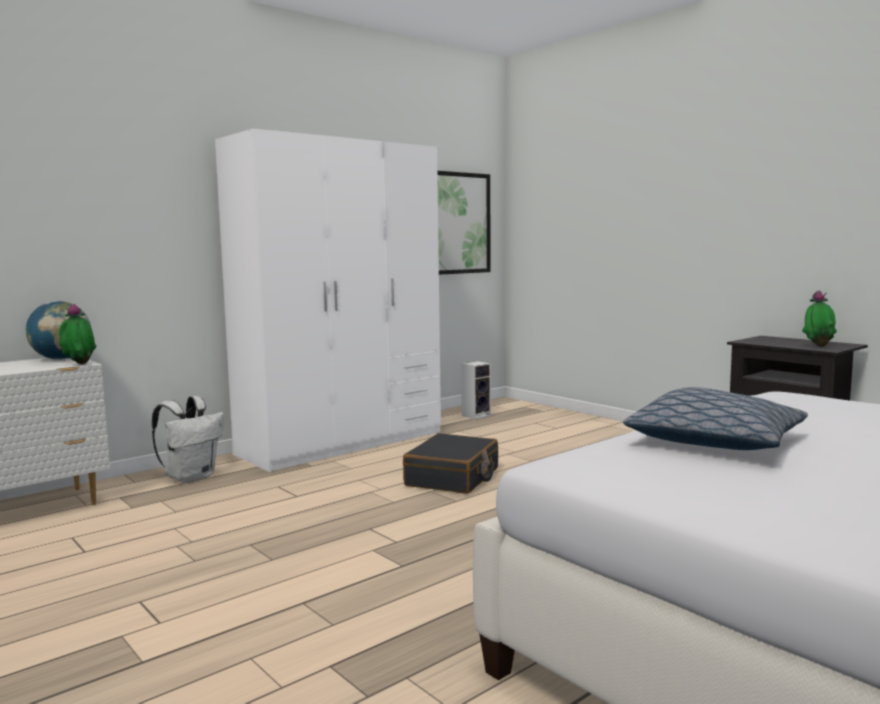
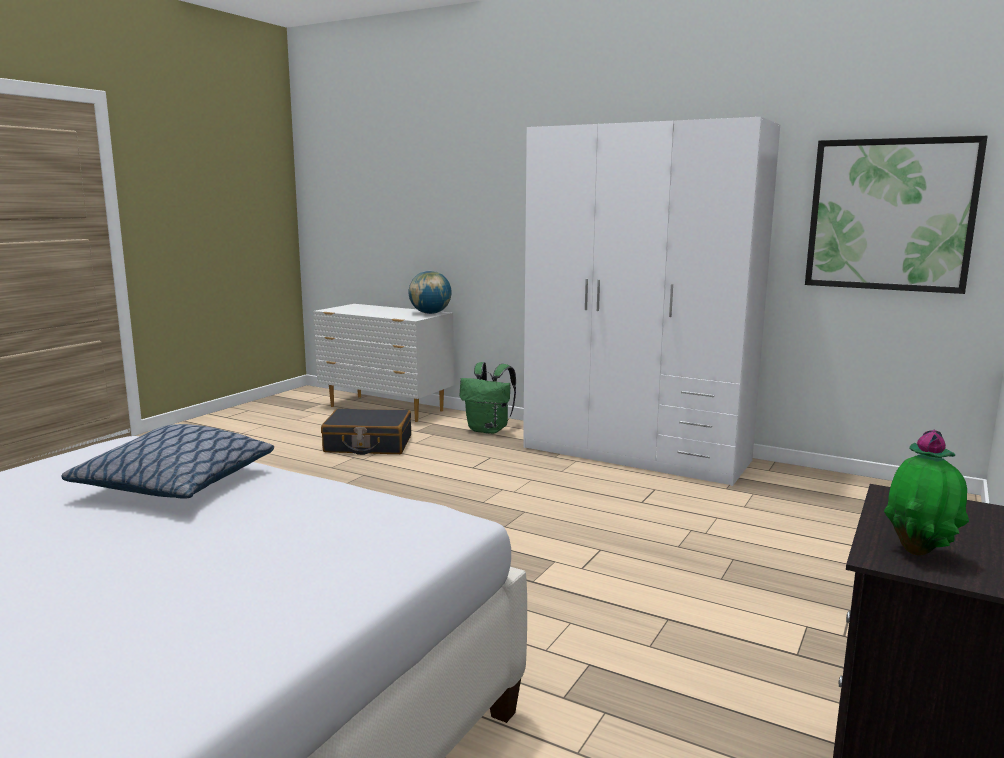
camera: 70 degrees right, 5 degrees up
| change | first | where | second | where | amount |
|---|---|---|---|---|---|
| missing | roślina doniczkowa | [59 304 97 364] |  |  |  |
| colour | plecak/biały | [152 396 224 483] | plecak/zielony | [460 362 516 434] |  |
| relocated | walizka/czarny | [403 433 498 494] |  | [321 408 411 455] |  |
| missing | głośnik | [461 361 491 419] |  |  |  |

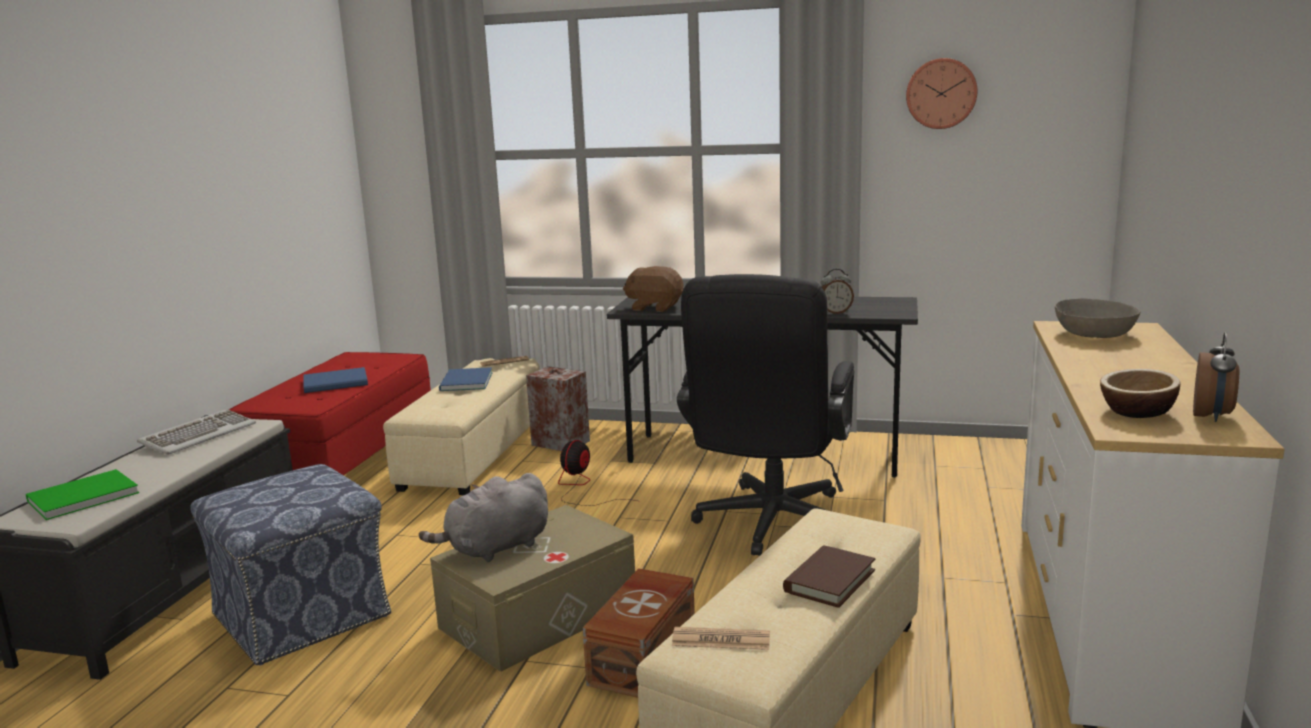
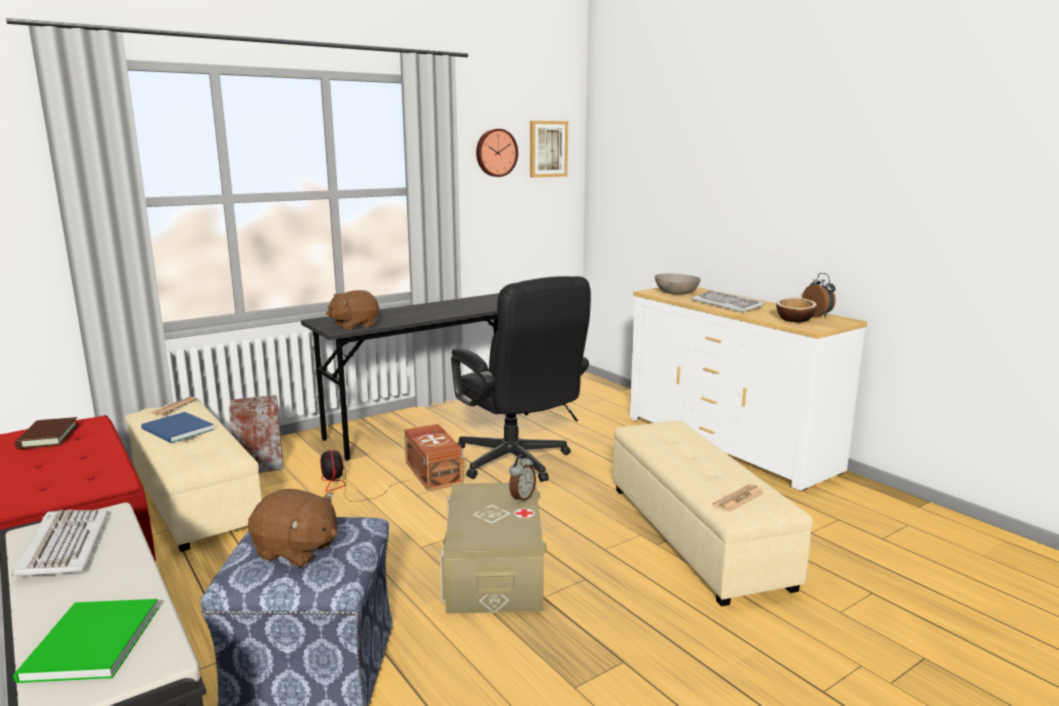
camera: 50 degrees left, 0 degrees up
| change | first | where | second | where | amount |
|---|---|---|---|---|---|
| missing | książka/niebieski | [303 367 368 393] |  |  |  |
| missing | pluszak/szary | [419 473 548 562] |  |  |  |
| relocated | pojemnik do przechowywania/brązowy | [583 568 695 698] |  | [404 424 464 491] |  |
| relocated | książka/brązowy | [783 545 875 608] |  | [15 417 78 449] |  |
| relocated | budzik | [821 269 854 314] |  | [509 454 536 503] |  |
| appeared |  |  | pluszak/brązowy | [248 489 338 567] |  |
| appeared |  |  | obraz | [530 121 568 178] |  |
| appeared |  |  | klawiatura | [691 290 765 312] |  |

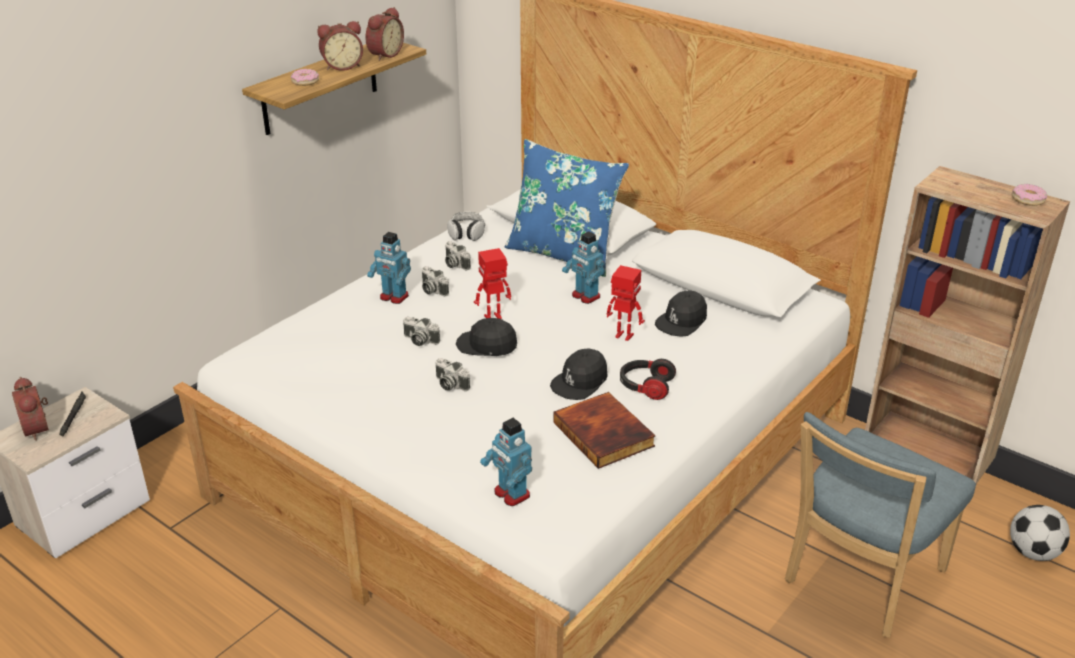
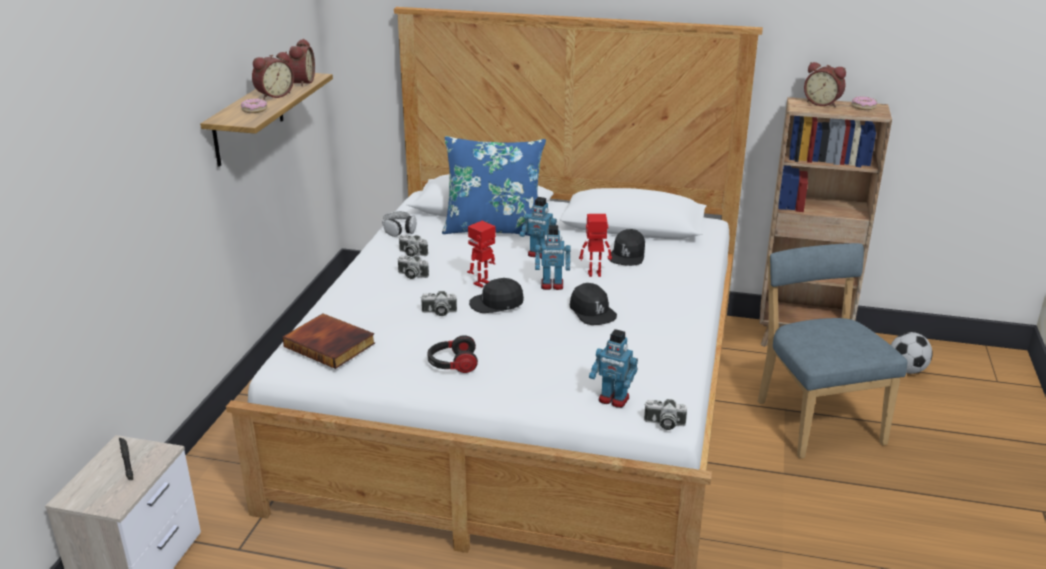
camera: 25 degrees left, 5 degrees down
| change | first | where | second | where | amount |
|---|---|---|---|---|---|
| relocated | budzik | [12 377 49 441] |  | [804 62 846 107] |  |
| relocated | robot zabawkowy | [367 232 411 304] |  | [535 225 571 290] |  |
| relocated | aparat fotograficzny | [436 358 470 391] |  | [644 399 687 430] |  |
| spun | czapka z daszkiem/czarny | [550 348 608 400] |  | [569 283 617 325] | 45 degrees counterclockwise |
| relocated | książka | [553 392 656 469] |  | [282 313 375 369] |  |
| relocated | słuchawki | [620 359 676 400] |  | [427 335 478 373] |  |
| spun | krzesło/niebieski | [785 412 976 638] |  | [757 243 908 458] | 150 degrees clockwise |

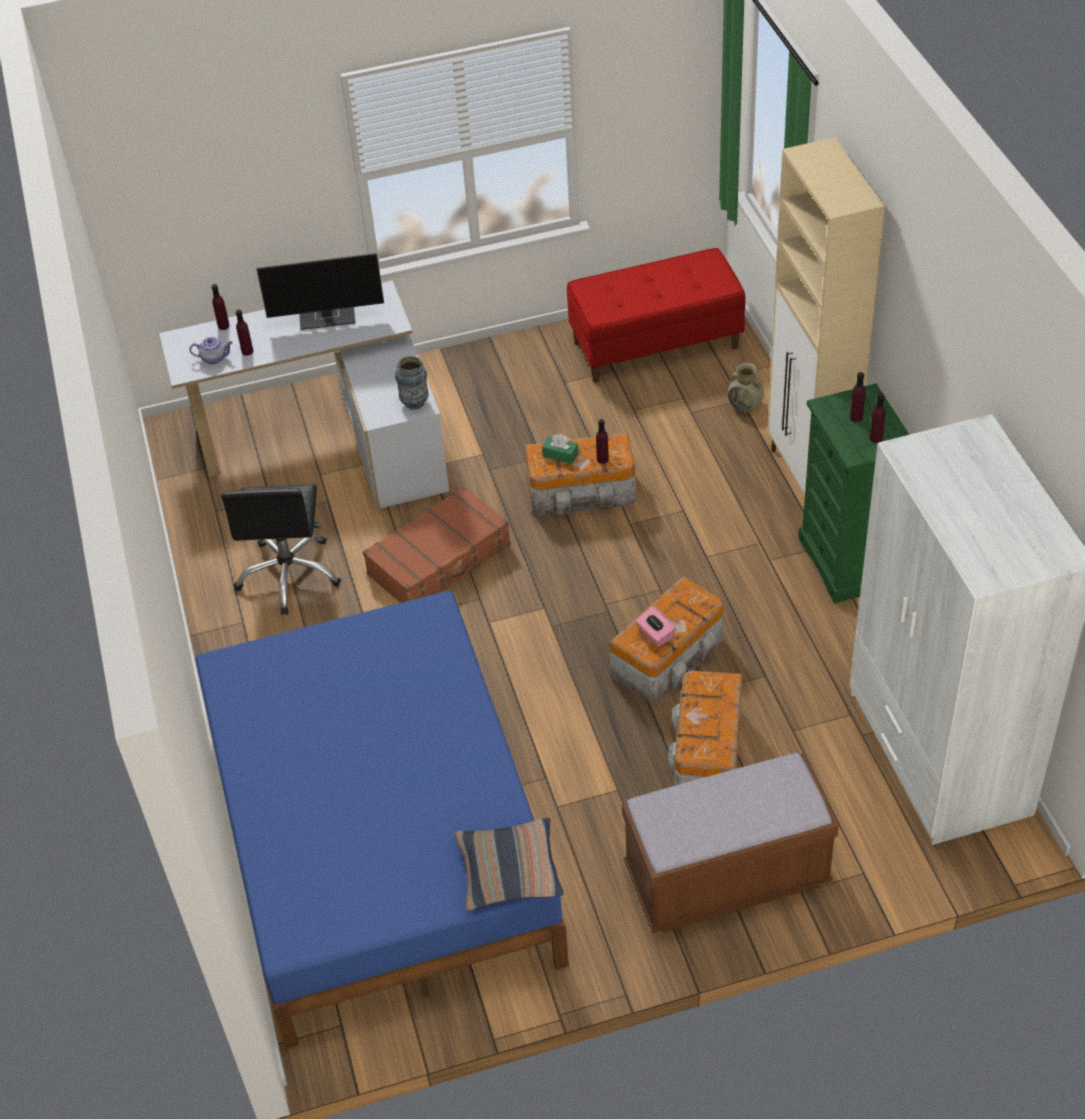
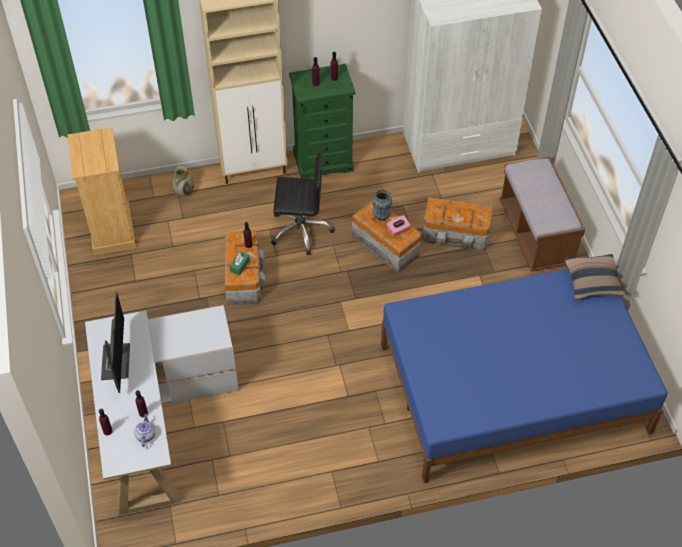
camera: 90 degrees left, 5 degrees up
| change | first | where | second | where | amount |
|---|---|---|---|---|---|
| relocated | krzesło biurowe/czarny | [221 484 341 615] |  | [271 152 334 255] |  |
| missing | walizka/brązowy | [363 486 511 603] |  |  |  |
| relocated | wazon | [395 356 429 409] |  | [372 189 392 221] |  |
| exchanged | ławka/czerwony | [567 248 746 383] | komoda/beżowy | [67 127 136 255] |  |

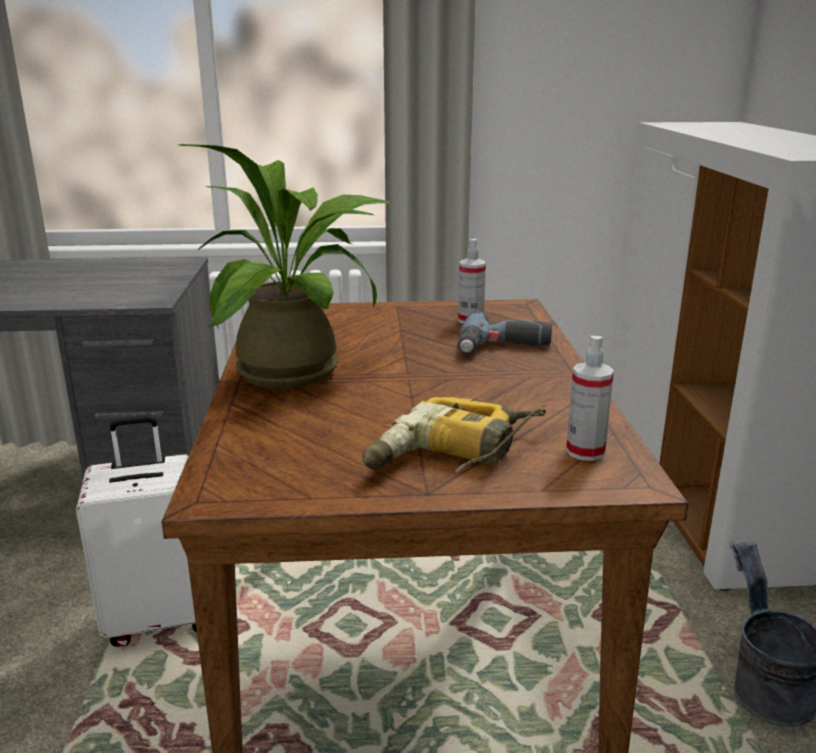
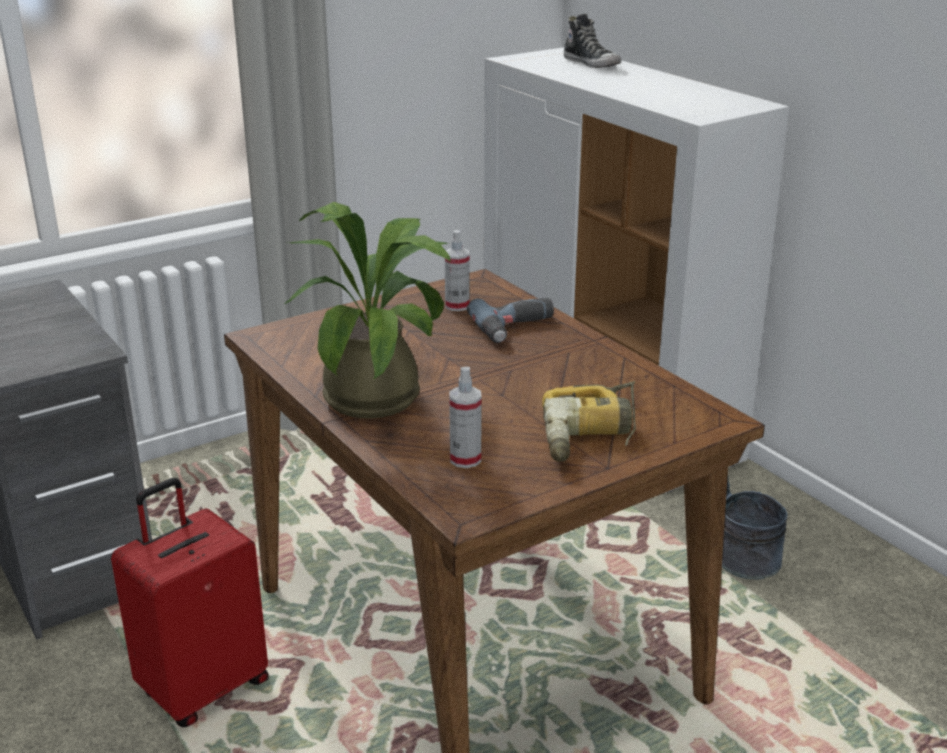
camera: 30 degrees left, 5 degrees up
| change | first | where | second | where | amount |
|---|---|---|---|---|---|
| colour | walizka/biały | [76 415 197 647] | walizka/czerwony | [111 478 269 727] |  |
| relocated | spryskiwacz | [566 336 614 461] |  | [449 367 482 468] |  |
| appeared |  |  | but | [564 14 621 68] |  |

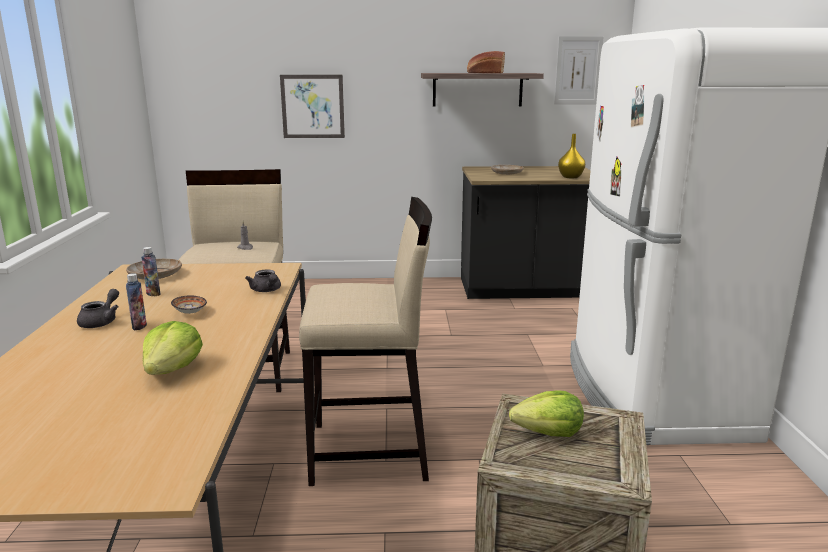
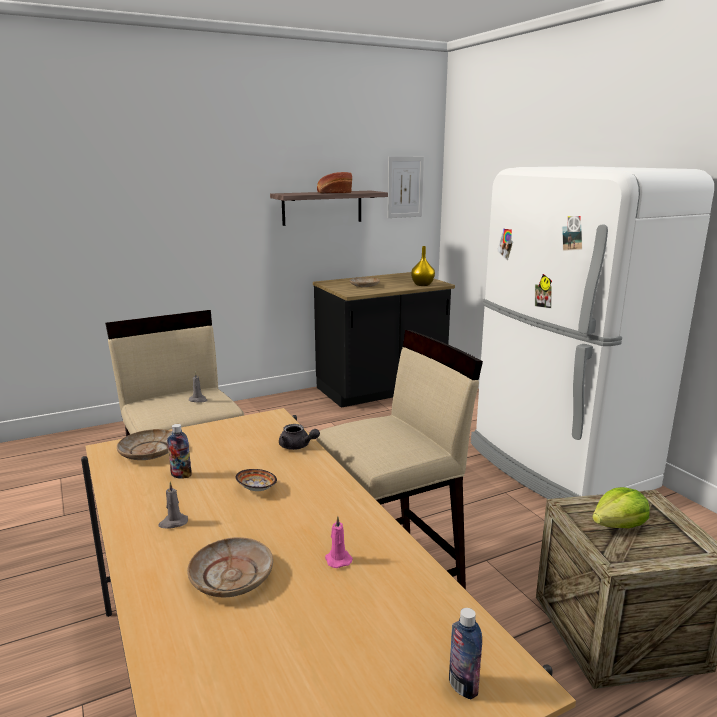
camera: 25 degrees left, 0 degrees up
| change | first | where | second | where | amount |
|---|---|---|---|---|---|
| exchanged | imbryk/szary | [77 289 119 328] | świeca/szary | [158 482 188 529] |  |
| relocated | butelka | [126 273 147 330] |  | [449 608 482 699] |  |
| exchanged | sałata | [143 321 203 375] | świeca/różowy | [325 516 353 568] |  |
| missing | obraz | [280 75 345 138] |  |  |  |
| appeared |  |  | talerz/beżowy | [187 537 273 597] |  |

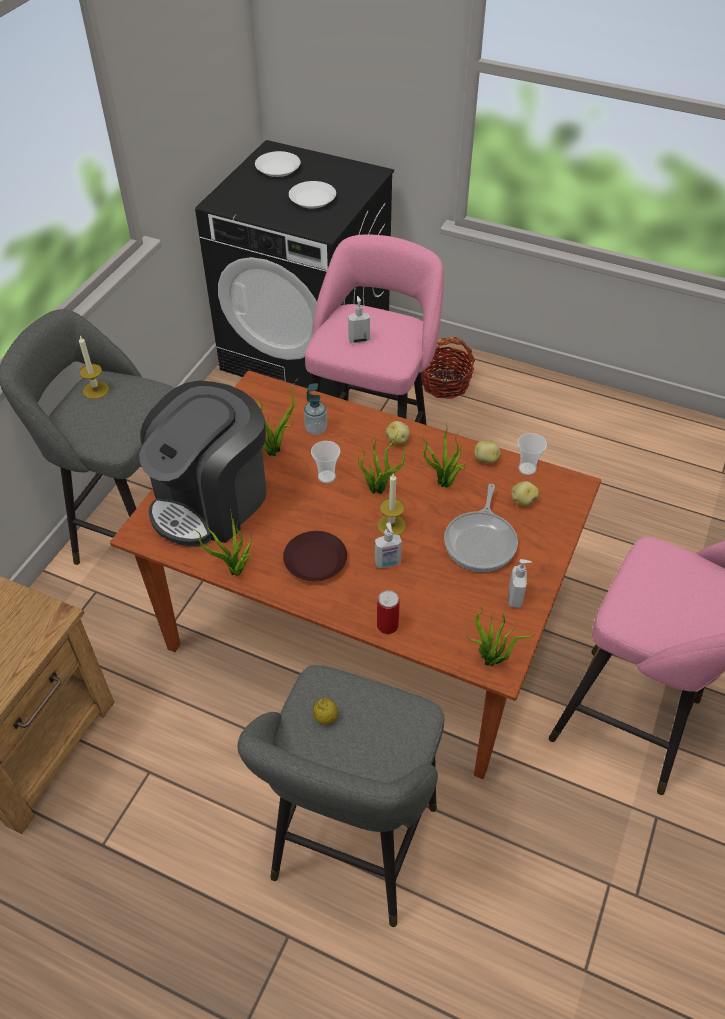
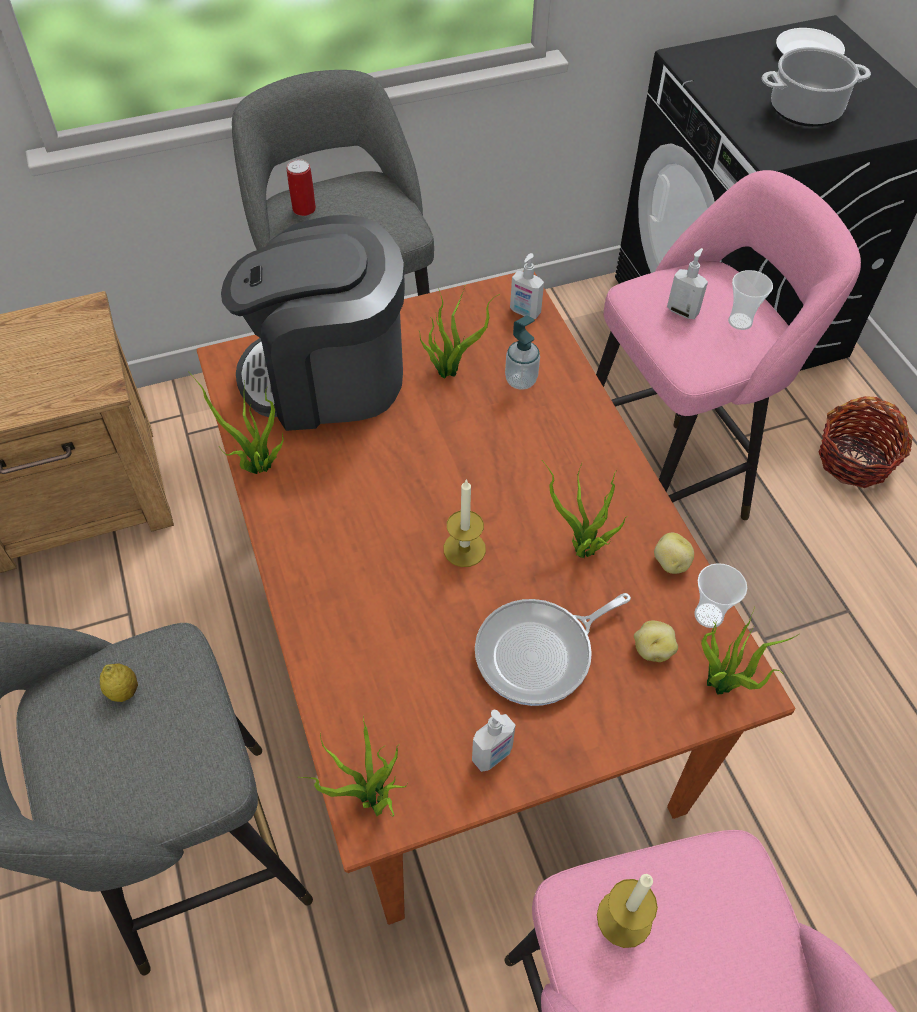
camera: 45 degrees right, 5 degrees up
| change | first | where | second | where | amount |
|---|---|---|---|---|---|
| relocated | świeca | [79 336 109 399] |  | [597 874 658 948] |  |
| missing | talerz/brązowy | [283 531 347 581] |  |  |  |
| exchanged | talerz/biały | [289 181 336 209] | garnek | [762 47 871 127] |  |
| relocated | filiżanka | [311 441 340 483] |  | [728 270 773 330] |  |
| relocated | roślina doniczkowa | [358 432 412 494] |  | [701 607 799 695] |  |
| relocated | dozownik mydła | [375 522 402 568] |  | [510 253 544 319] |  |
| relocated | puszka | [377 590 399 634] |  | [286 159 316 216] |  |
| missing | ziemniak | [386 421 410 445] |  |  |  |

